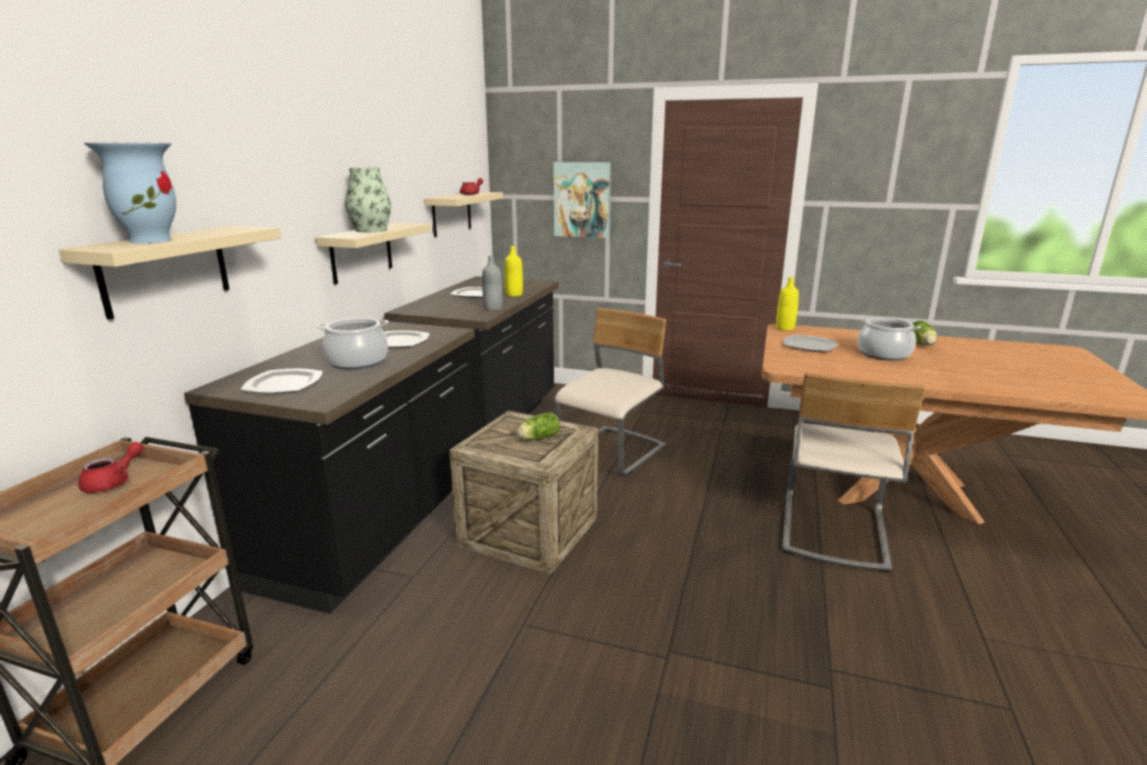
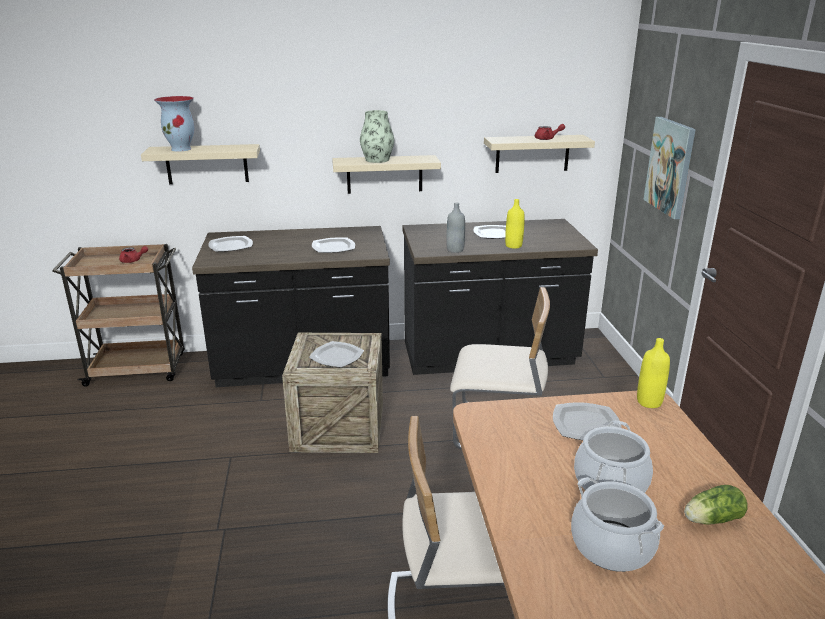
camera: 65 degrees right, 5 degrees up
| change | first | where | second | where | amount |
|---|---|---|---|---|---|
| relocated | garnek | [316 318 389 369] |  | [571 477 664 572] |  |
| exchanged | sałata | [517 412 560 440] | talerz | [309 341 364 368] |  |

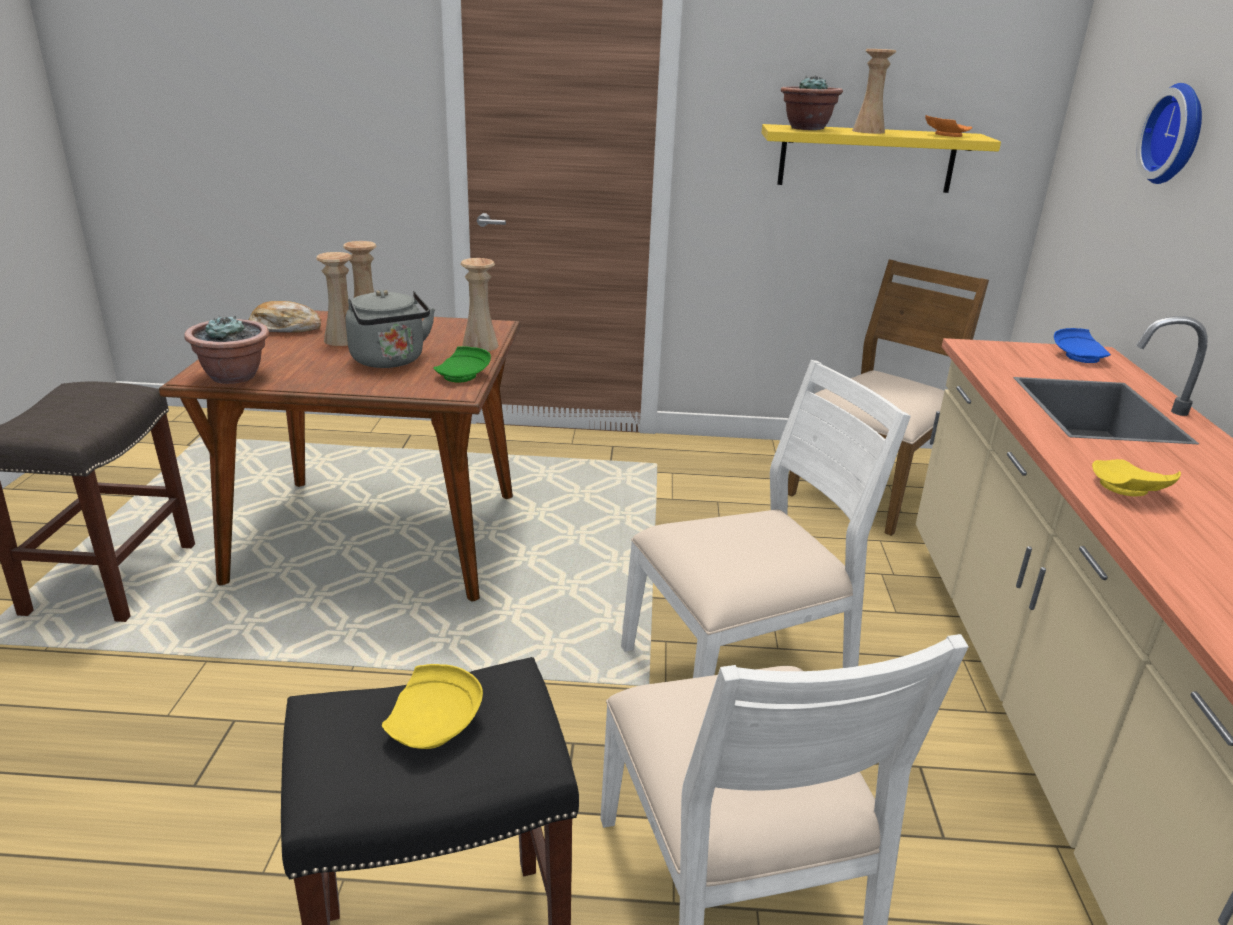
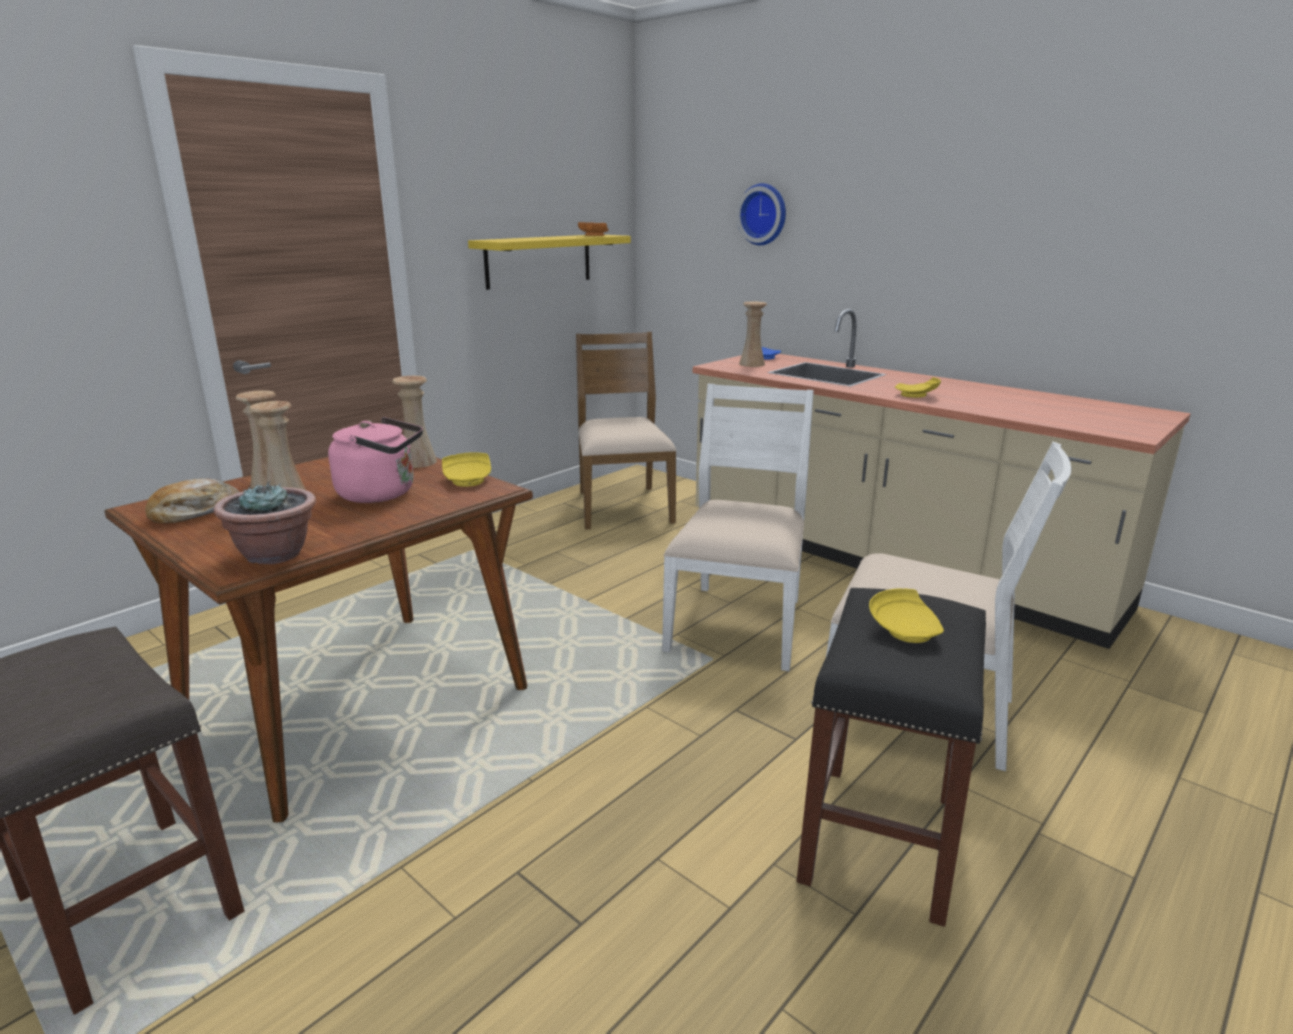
camera: 50 degrees left, 5 degrees down
| change | first | where | second | where | amount |
|---|---|---|---|---|---|
| colour | czajnik/szary | [345 289 435 368] | czajnik/różowy | [328 417 423 503] |  |
| colour | talerz/zielony | [433 346 491 382] | talerz/żółty | [442 452 491 487] |  |
| missing | roślina doniczkowa | [781 75 843 130] |  |  |  |
| relocated | wazon/beżowy | [852 49 896 134] |  | [739 302 767 367] |  |

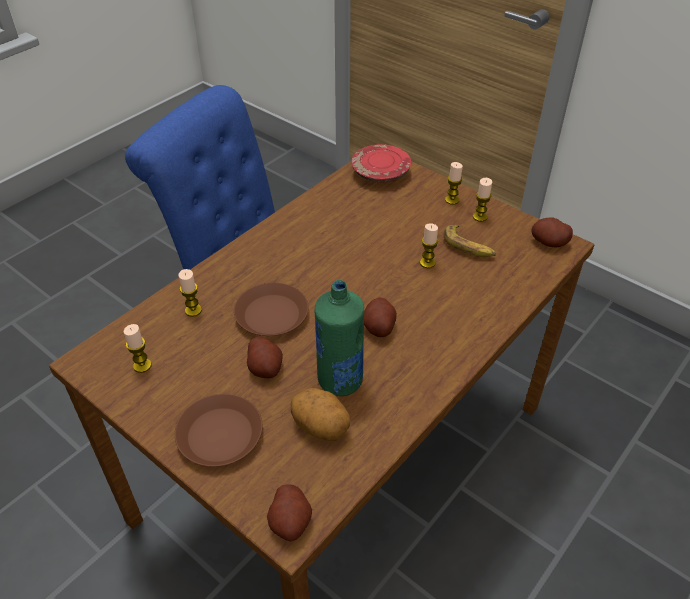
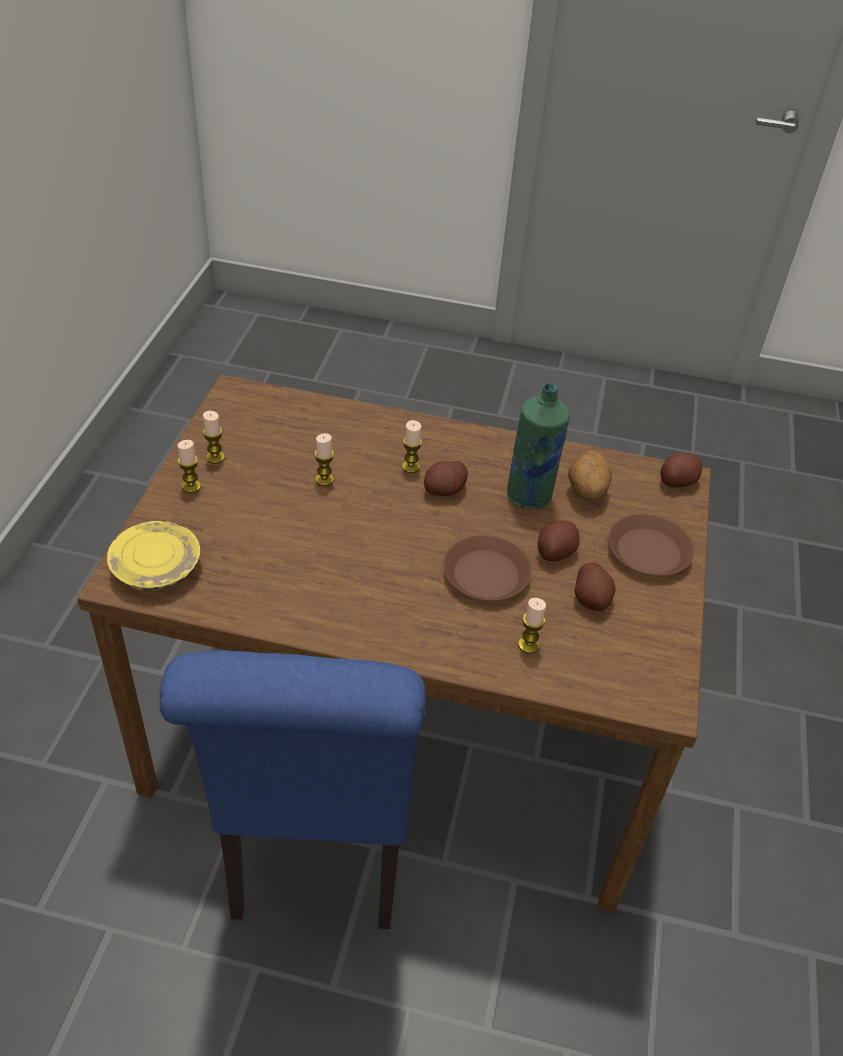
camera: 120 degrees left, 0 degrees up
| change | first | where | second | where | amount |
|---|---|---|---|---|---|
| relocated | świeca | [124 324 152 373] |  | [402 420 422 473] |  |
| colour | talerz/czerwony | [351 144 411 183] | talerz/żółty | [107 521 200 591] |  |
| missing | banan | [444 225 496 257] |  |  |  |
| relocated | ziemniak | [532 217 573 247] |  | [575 562 616 611] |  |

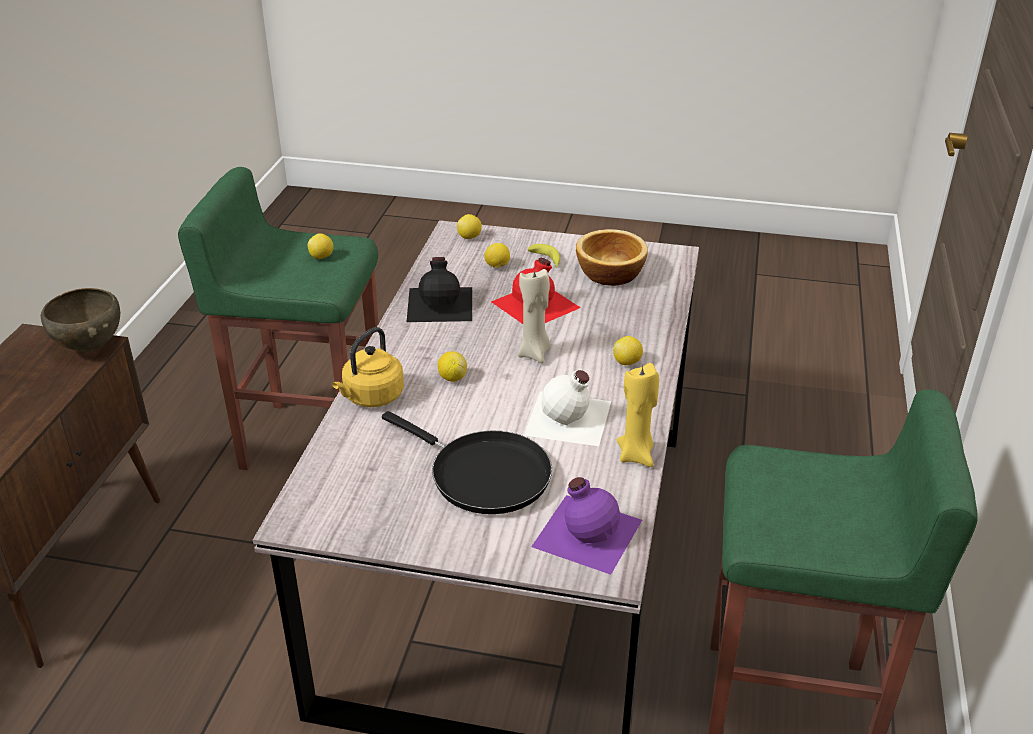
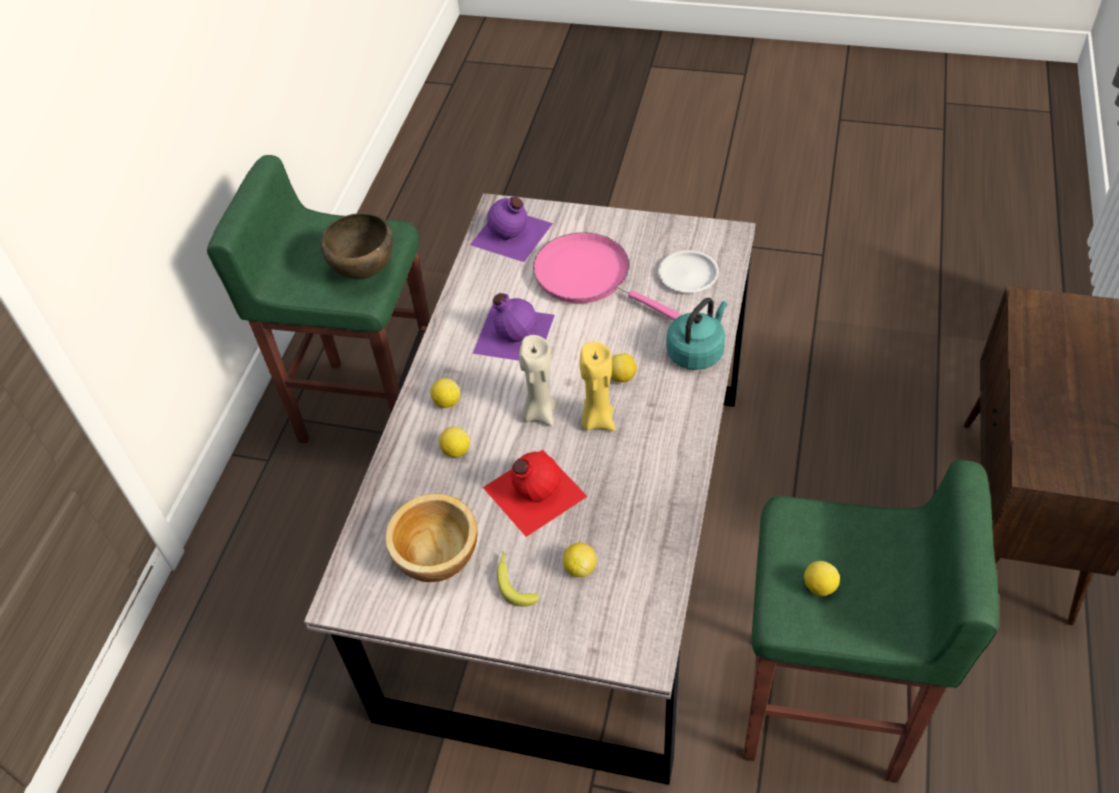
camera: 175 degrees left, 15 degrees up
| change | first | where | second | where | amount |
|---|---|---|---|---|---|
| relocated | miska/brązowy | [41 288 120 352] |  | [320 213 393 279] |  |
| colour | czajnik/żółty | [332 327 404 407] | czajnik/turkusowy | [666 298 727 370] |  |
| colour | patelnia/czarny | [382 411 552 514] | patelnia/różowy | [533 232 681 320] |  |
| missing | butelka/czarny | [406 257 472 322] |  |  |  |
| relocated | cytryna | [457 214 482 239] |  | [439 427 470 457] |  |
| colour | butelka/biały | [524 370 611 446] | butelka/fioletowy | [473 293 555 361] |  |
| relocated | świeca/żółty | [616 363 659 467] |  | [580 342 615 431] |  |
| appeared |  |  | talerz/biały | [658 250 719 292] |  |

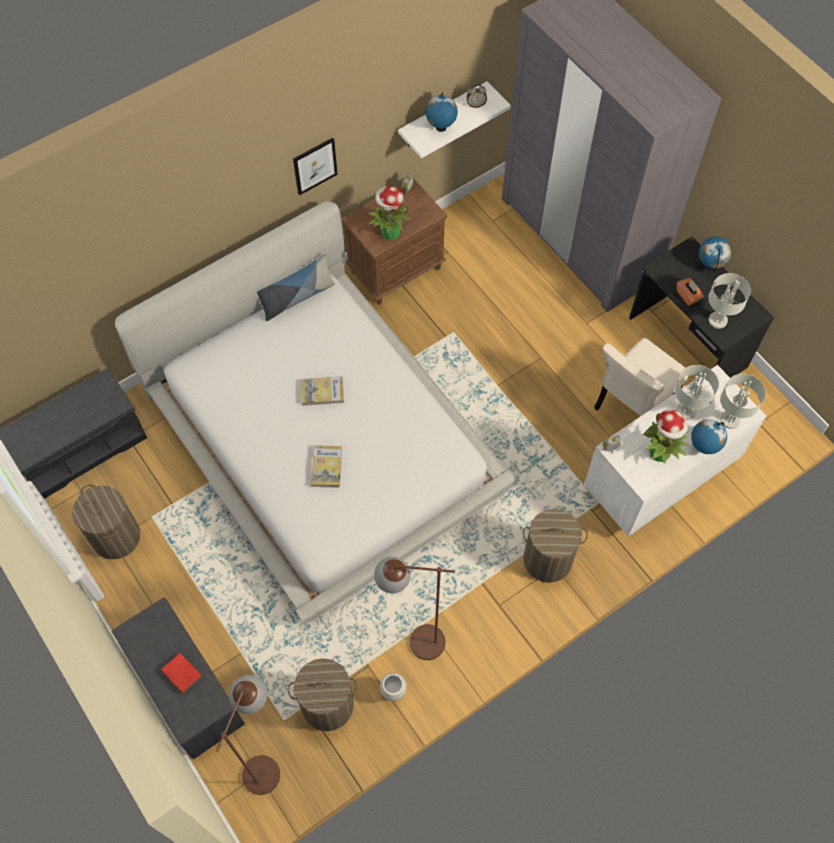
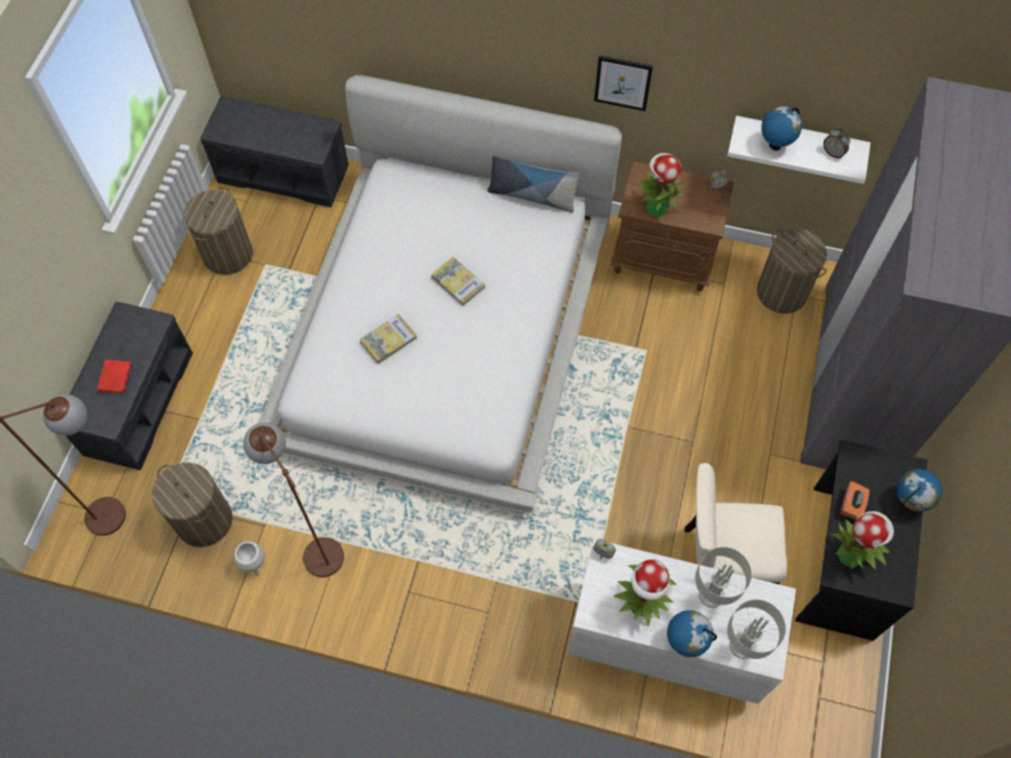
camera: 50 degrees right, 0 degrees up
| change | first | where | second | where | amount |
|---|---|---|---|---|---|
| relocated | kosz na pranie | [523 509 588 583] |  | [757 229 827 314] |  |
| exchanged | lampa stołowa/szary | [708 273 751 329] | roślina doniczkowa | [832 511 894 570] |  |

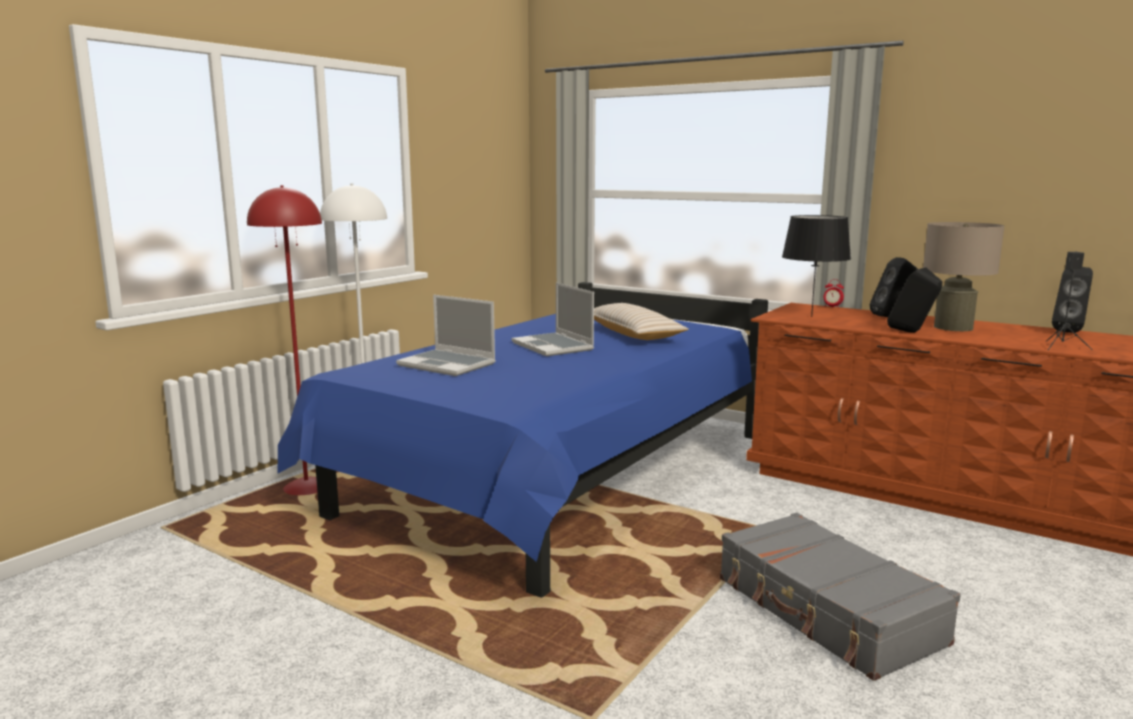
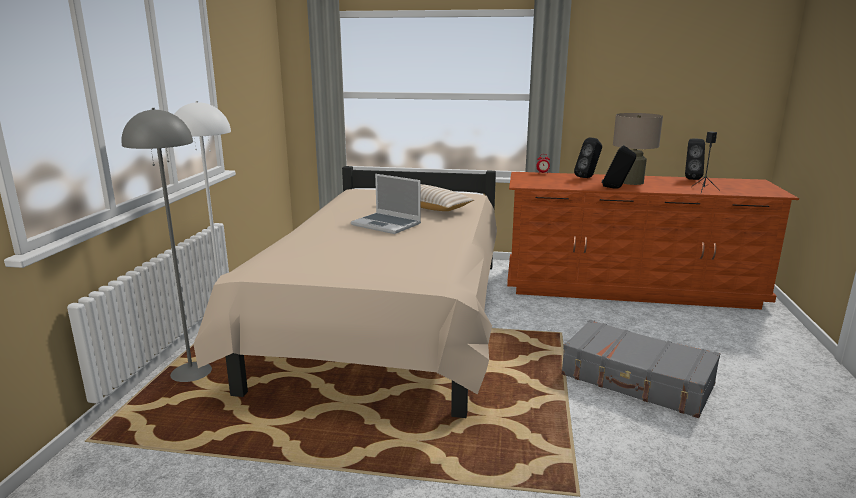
camera: 25 degrees left, 5 degrees up
| change | first | where | second | where | amount |
|---|---|---|---|---|---|
| colour | lampa stojąca/czerwony | [247 185 322 495] | lampa stojąca/szary | [121 108 212 382] |  |
| colour | łóżko/niebieski | [278 282 768 598] | łóżko/beżowy | [193 166 497 418] |  |
| missing | laptop | [396 295 496 376] |  |  |  |
| missing | lampa stołowa/czarny | [782 215 851 317] |  |  |  |

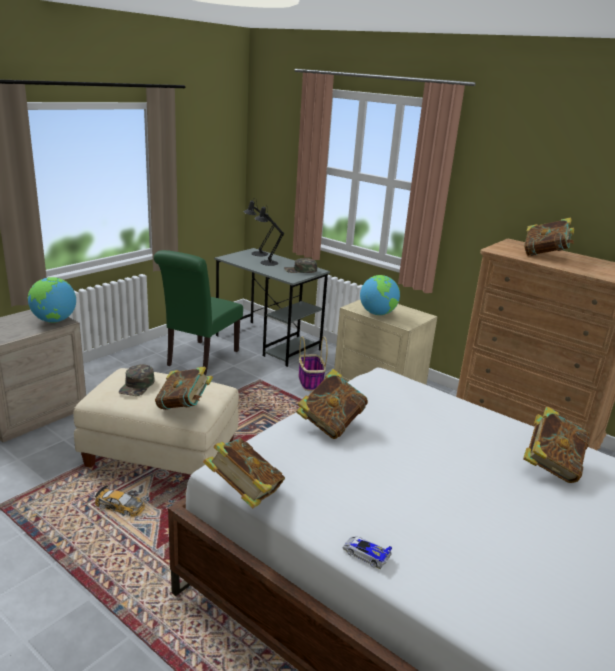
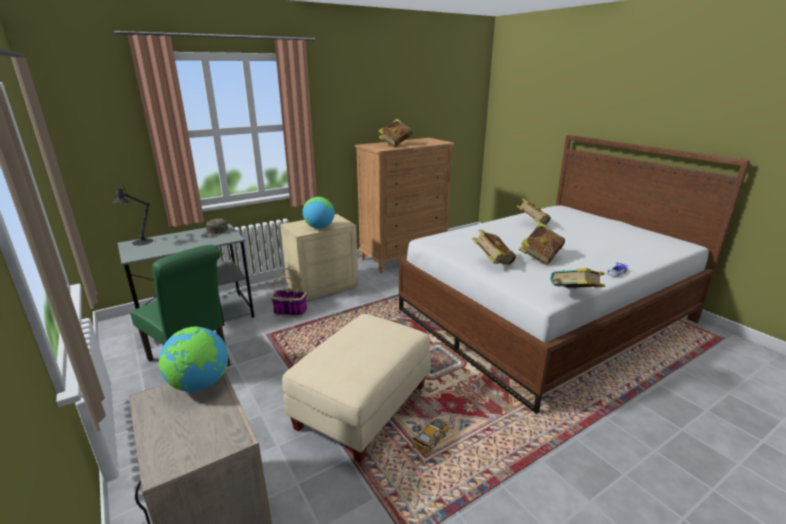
camera: 70 degrees left, 0 degrees up
| change | first | where | second | where | amount |
|---|---|---|---|---|---|
| missing | czapka z daszkiem/zielony | [119 364 155 396] |  |  |  |
| relocated | książka | [155 366 213 410] |  | [519 222 565 265] |  |
| missing | lampa stołowa/czarny | [255 204 284 266] |  |  |  |

